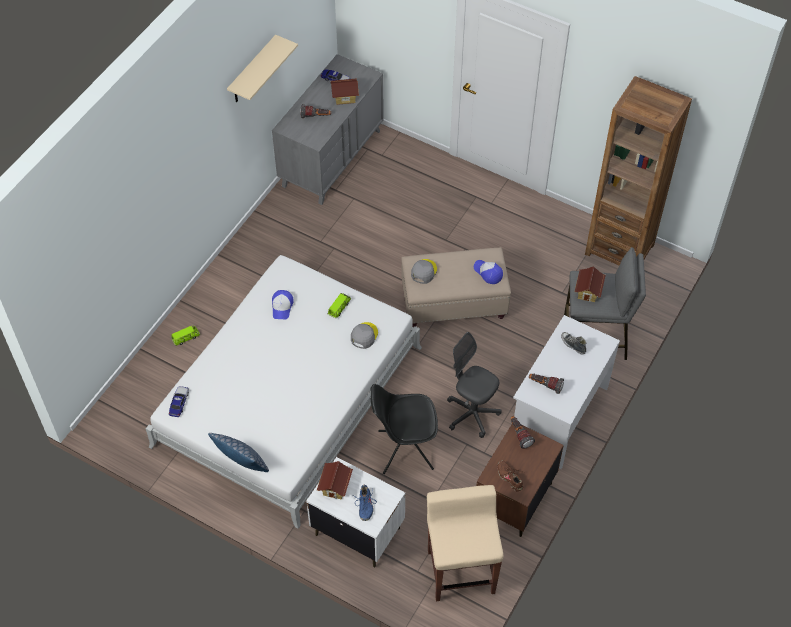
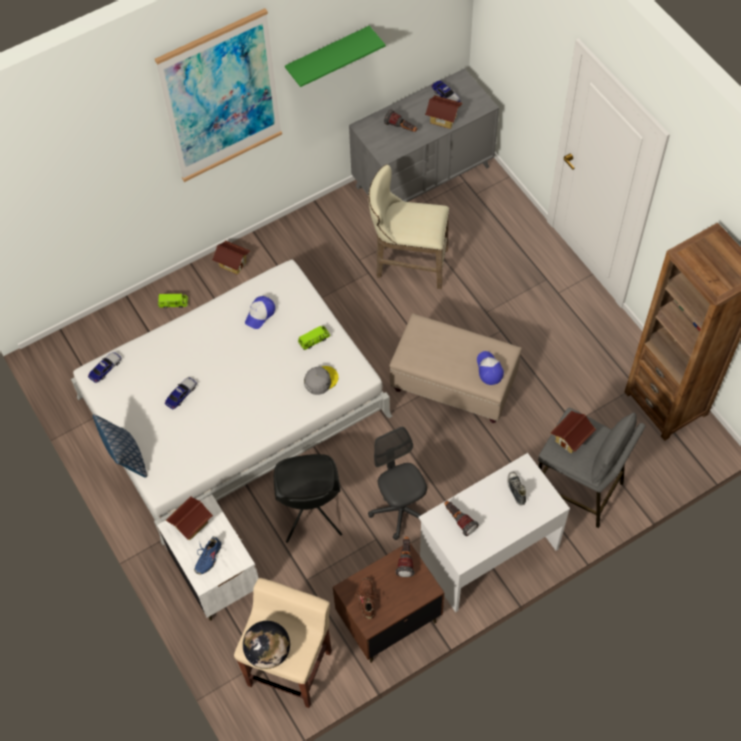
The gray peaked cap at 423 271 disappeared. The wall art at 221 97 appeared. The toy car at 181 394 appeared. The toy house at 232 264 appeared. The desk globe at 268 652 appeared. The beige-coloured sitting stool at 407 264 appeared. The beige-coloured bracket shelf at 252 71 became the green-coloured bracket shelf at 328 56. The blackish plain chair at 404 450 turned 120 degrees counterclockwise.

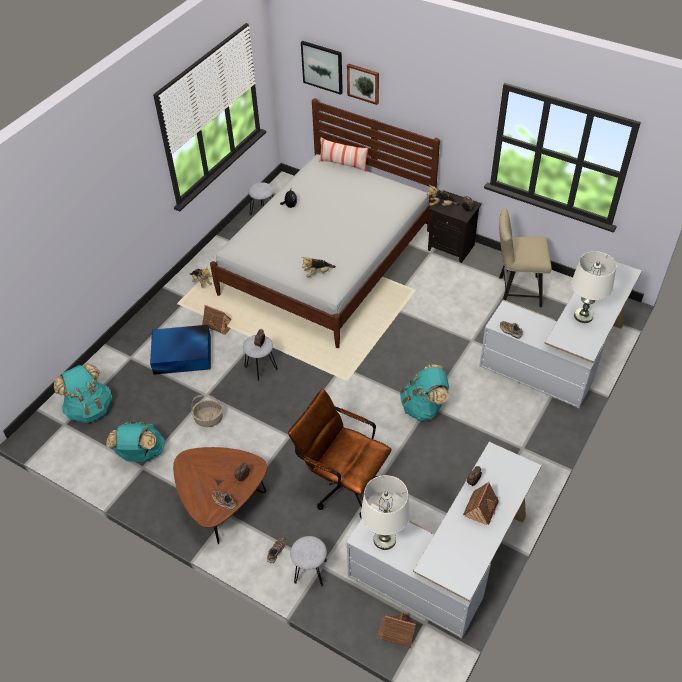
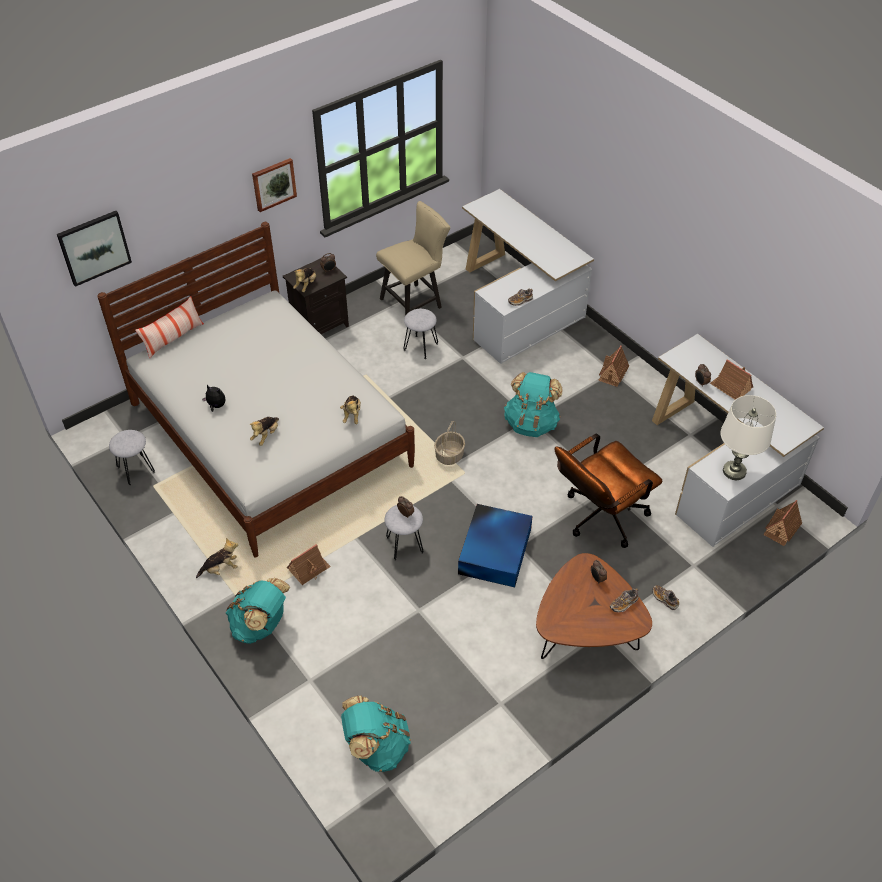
The white table lamp at 583 316 disappeared. The plush toy at 266 435 appeared. The toy house at 613 373 appeared. The turquoise-coloured backpack moved from 141 454 to 261 625. The blue storage box moved from 183 355 to 495 550. The storage basket moved from 209 419 to 449 455. The gray sitting stool moved from 310 571 to 420 347. The wall art moved from 363 83 to 273 184. The beige-coloured plain chair at 516 291 turned 150 degrees counterclockwise.

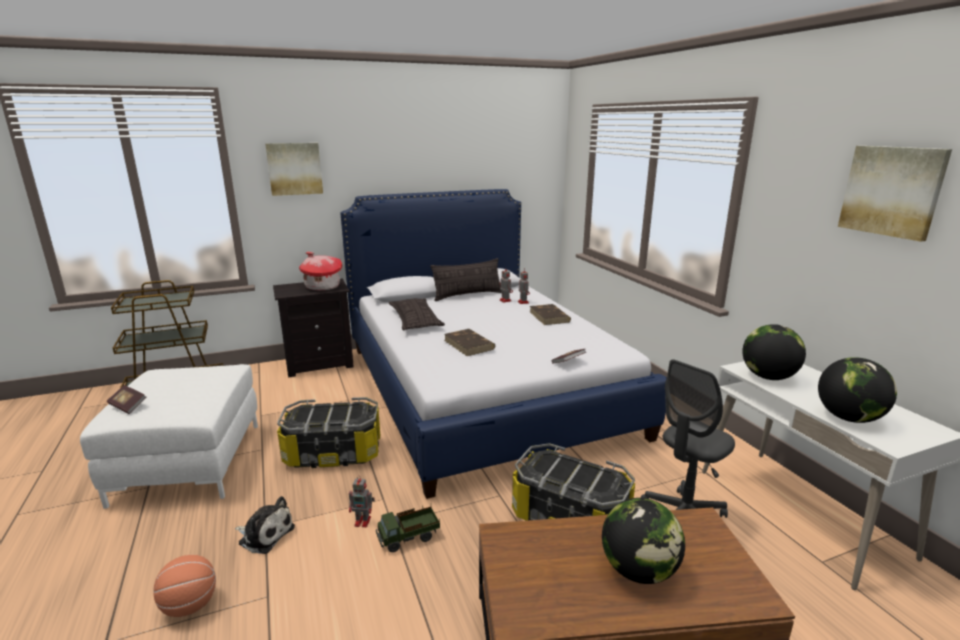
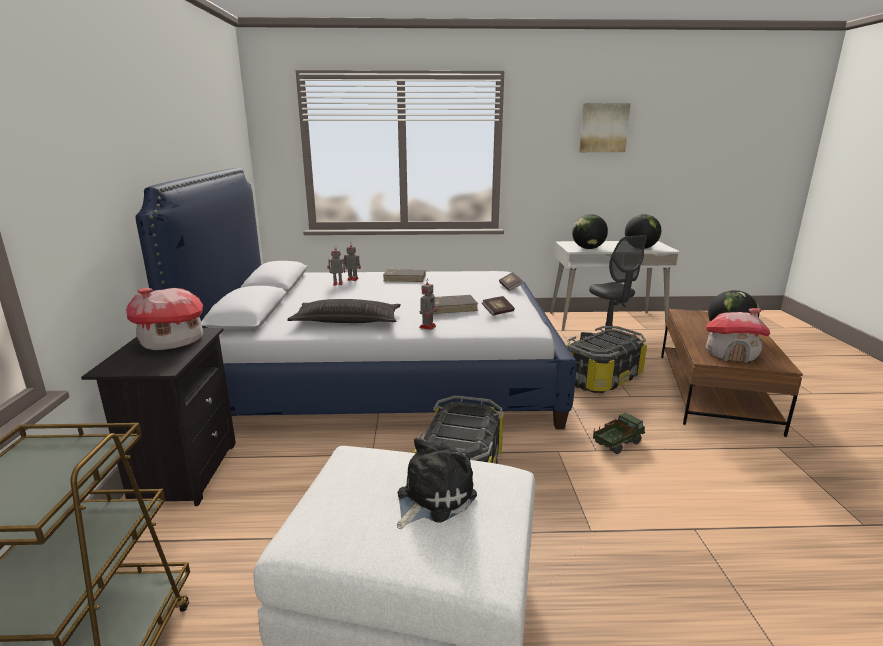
The basketball at 190 605 disappeared. The wall art at 294 169 disappeared. The cushion at 468 295 disappeared. The toy house at 731 354 appeared. The bound book moved from 128 406 to 498 312. The plush toy moved from 265 534 to 432 498. The robot figure moved from 363 521 to 428 326. The toy truck at 409 538 turned 120 degrees counterclockwise.

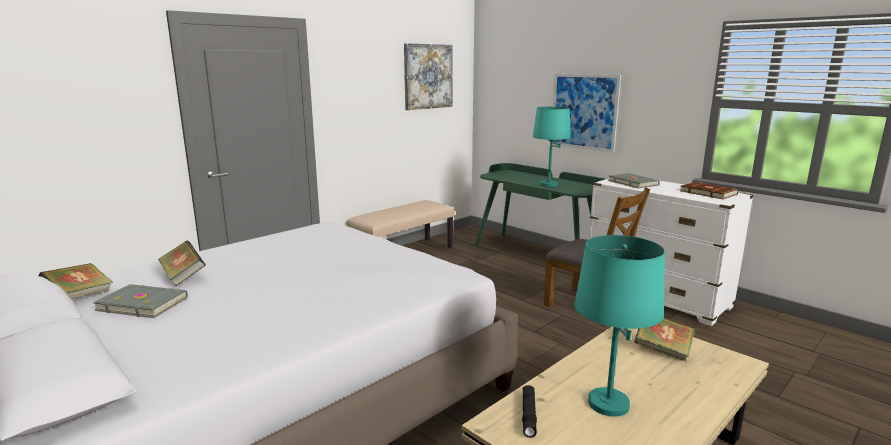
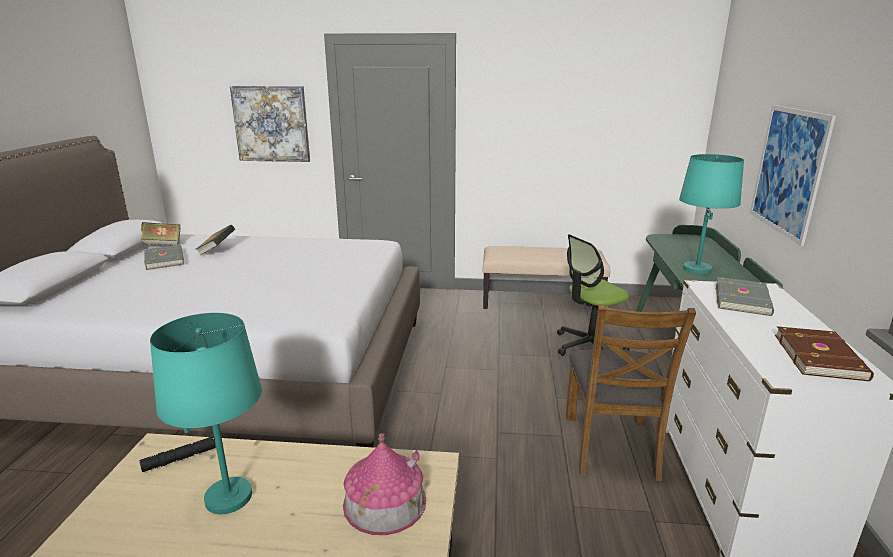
The desk chair at 589 347 appeared. The wall art moved from 428 76 to 271 124. The bound book at 662 350 was replaced by the toy house at 384 502.

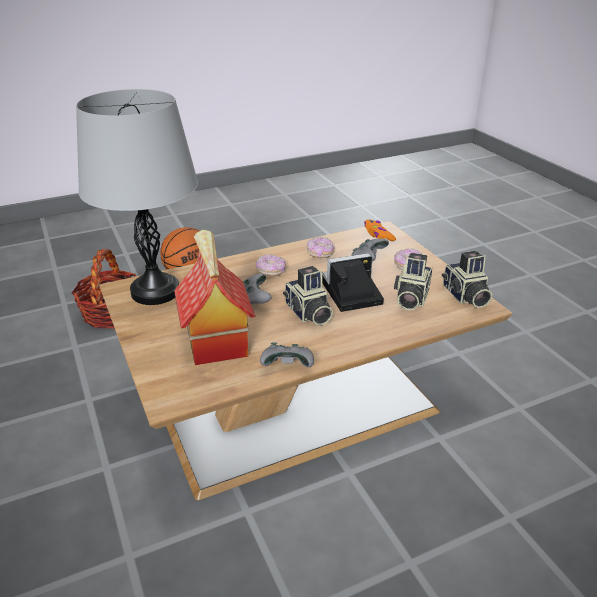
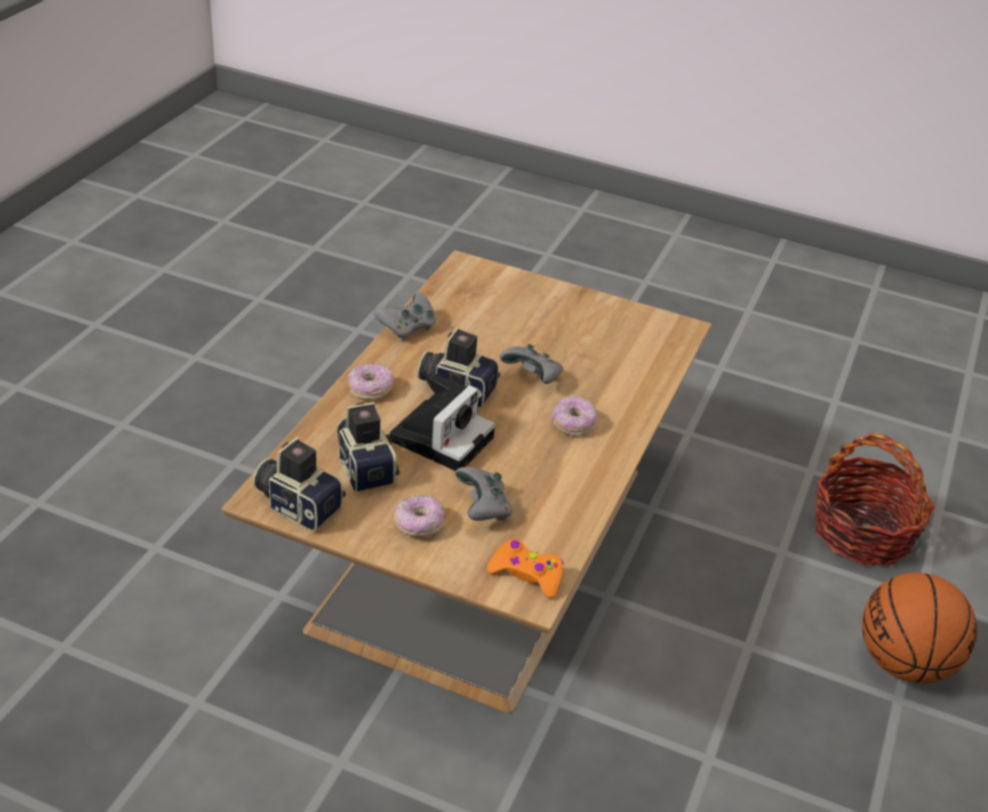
The gray table lamp at 155 291 disappeared. The toy house at 215 341 disappeared. The doughnut moved from 320 253 to 370 390.

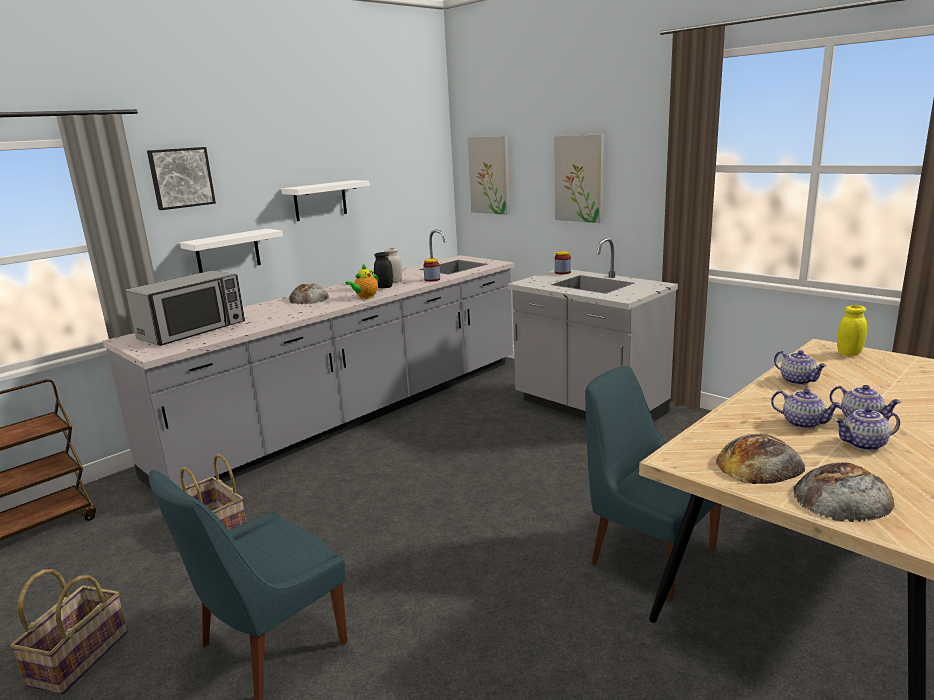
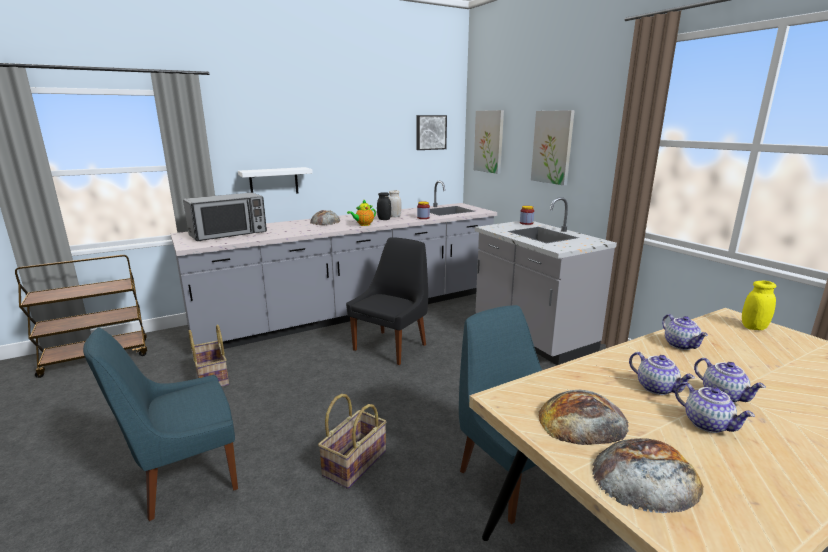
The white bracket shelf at 320 200 disappeared. The blackish plain chair at 392 346 appeared. The storage basket moved from 78 657 to 354 462. The wall art moved from 181 178 to 430 132. The tea pot at 864 445 turned 135 degrees counterclockwise.

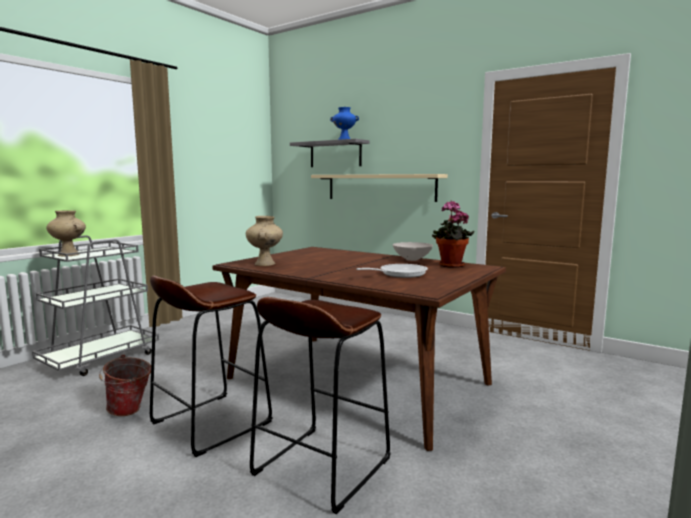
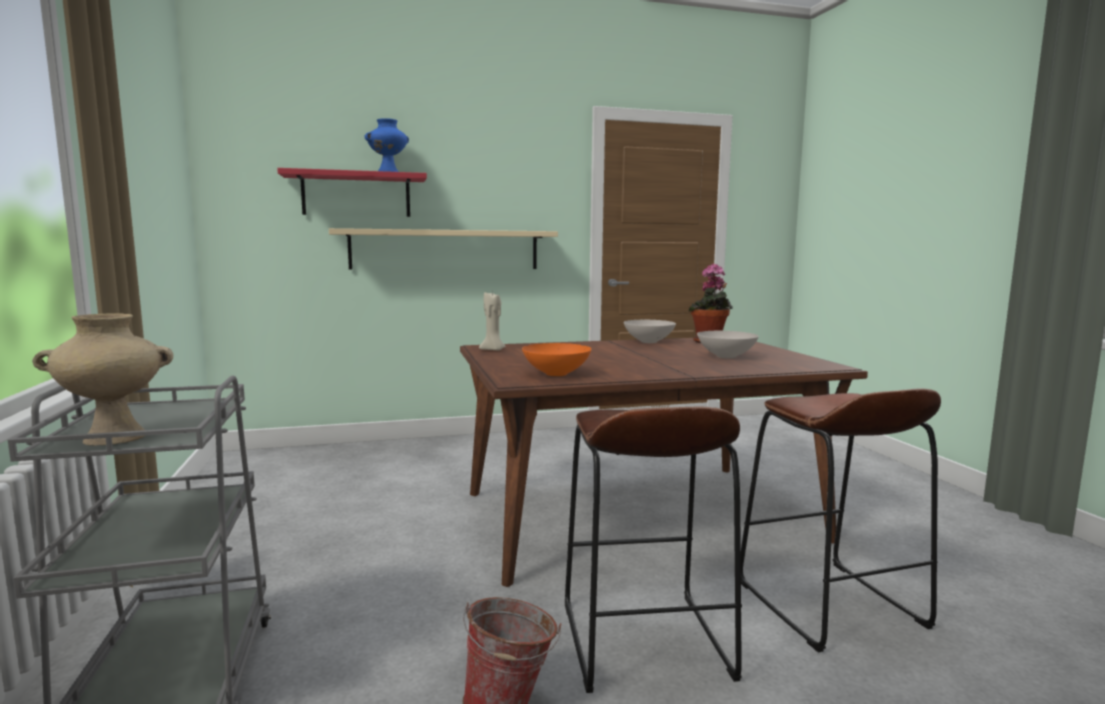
The beige-coloured wax light at 493 350 appeared. The beige-coloured vase at 265 264 was replaced by the orangey deep dish at 557 374. The frying pan at 399 274 was replaced by the white deep dish at 725 356. The gray bracket shelf at 335 154 became the red-coloured bracket shelf at 356 195.

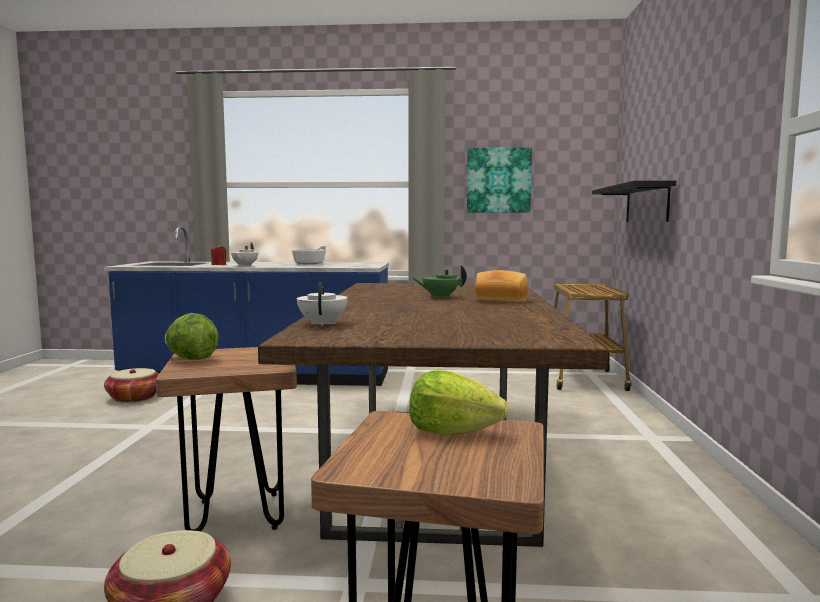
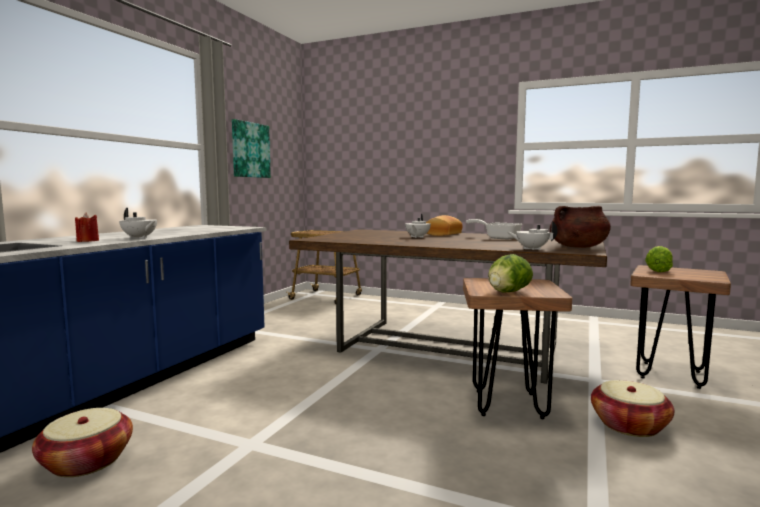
The blackish bracket shelf at 646 204 disappeared. The brown stockpot at 578 247 appeared. The frying pan moved from 311 263 to 498 238. The green-coloured tea pot at 440 297 became the white tea pot at 417 237.

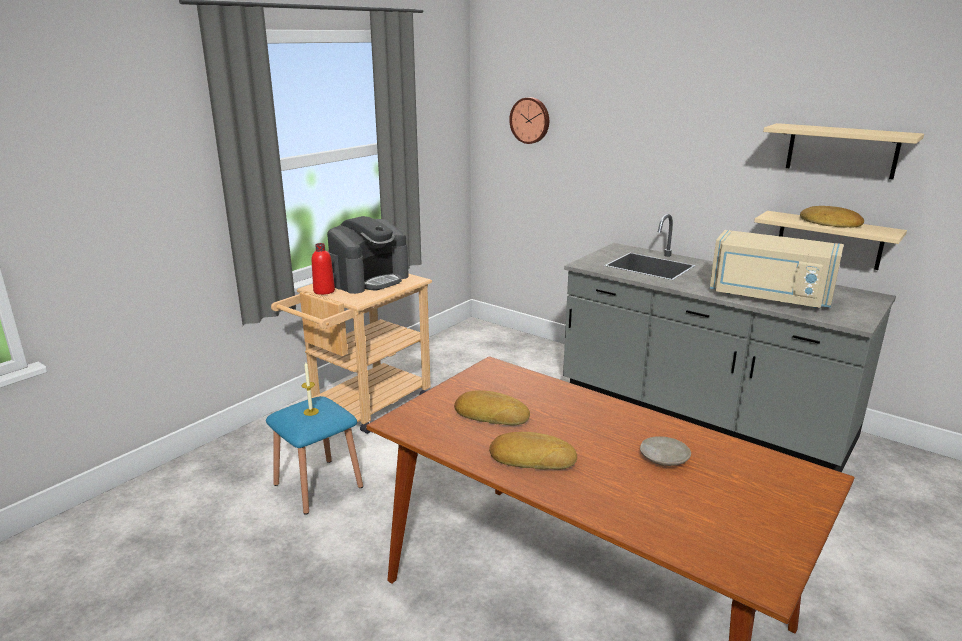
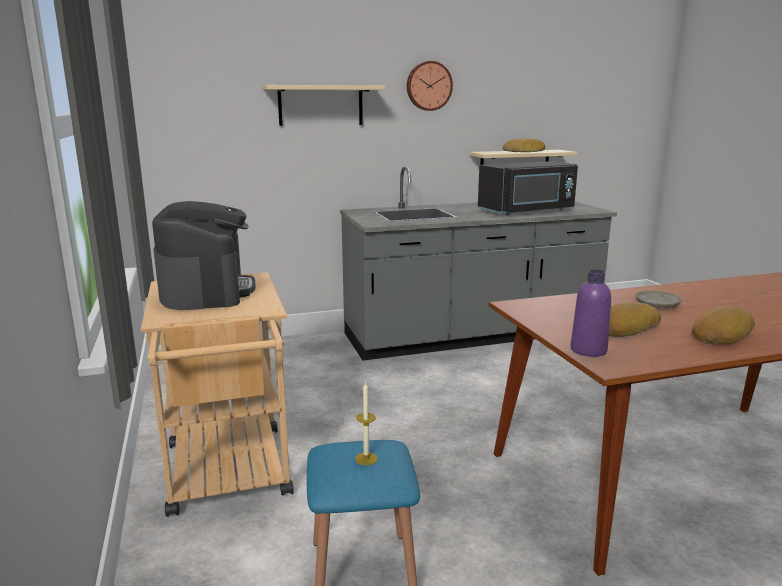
The red-coloured bottle at 324 291 disappeared. The purplish bottle at 588 350 appeared. The clock on the wall moved from 530 120 to 428 86. The beige-coloured plate moved from 663 458 to 656 305. The beige-coloured bracket shelf moved from 841 150 to 320 105. The beige-coloured kitchen microwave at 769 297 became the blackish kitchen microwave at 528 211.

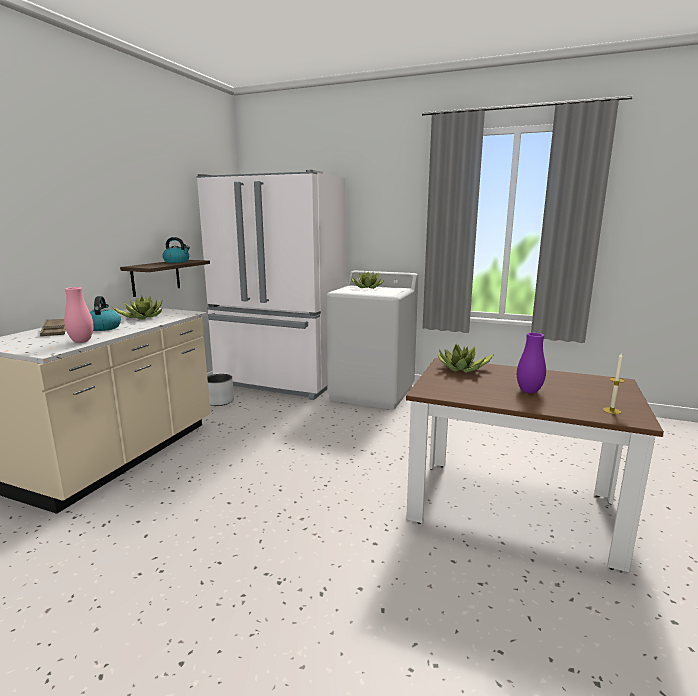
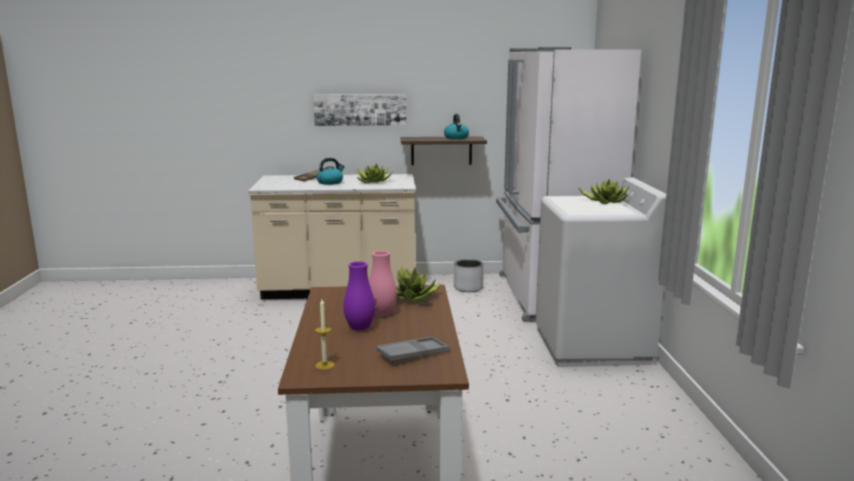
The wall art at 360 109 appeared. The gray tray at 413 354 appeared. The pinkish vase moved from 81 341 to 382 314.

